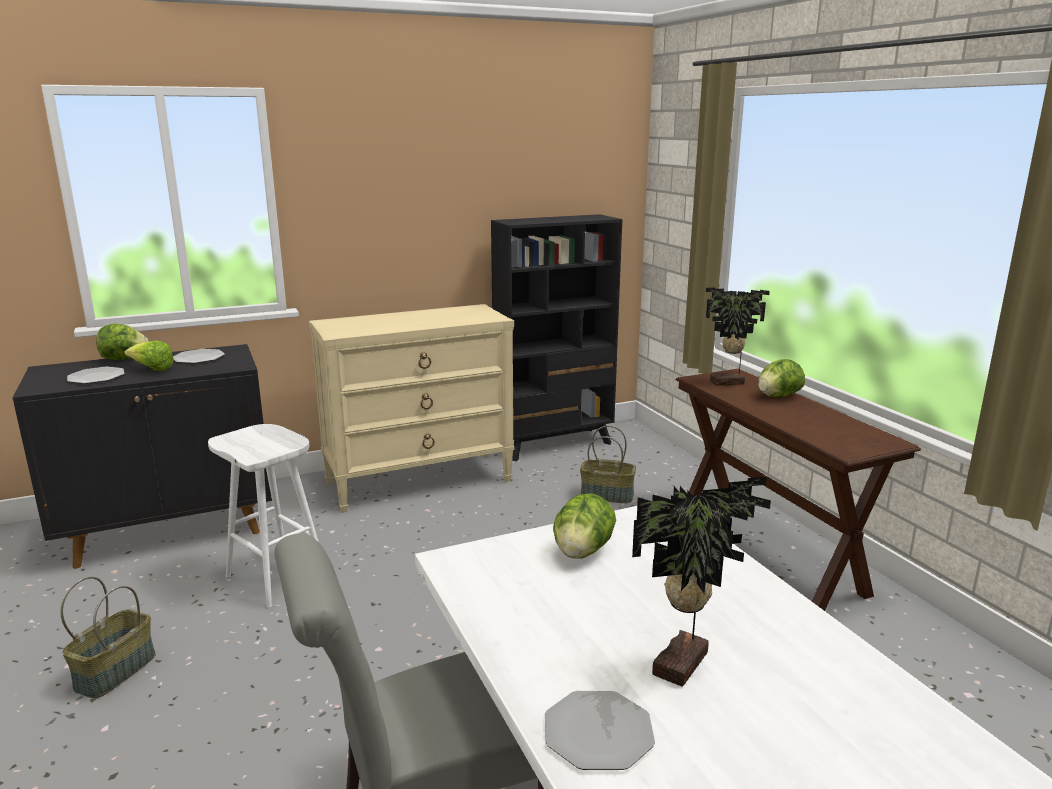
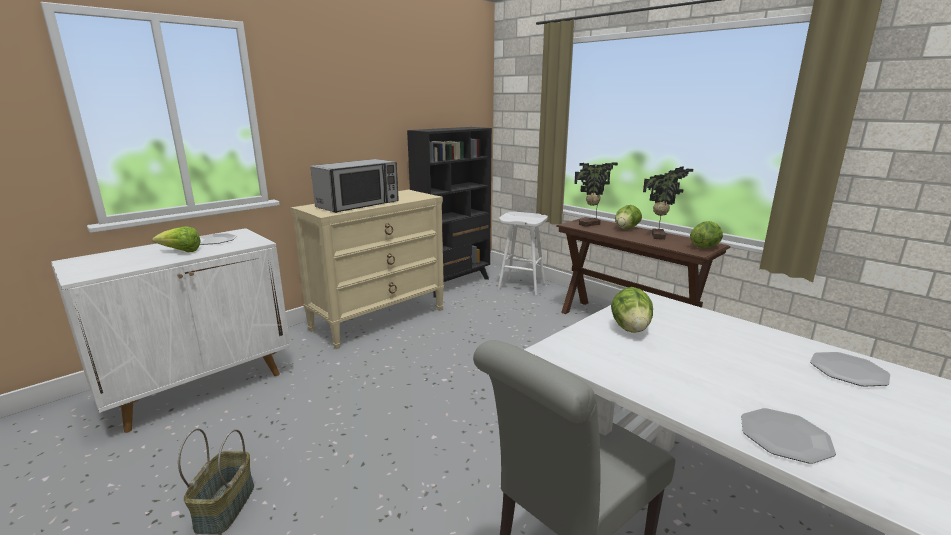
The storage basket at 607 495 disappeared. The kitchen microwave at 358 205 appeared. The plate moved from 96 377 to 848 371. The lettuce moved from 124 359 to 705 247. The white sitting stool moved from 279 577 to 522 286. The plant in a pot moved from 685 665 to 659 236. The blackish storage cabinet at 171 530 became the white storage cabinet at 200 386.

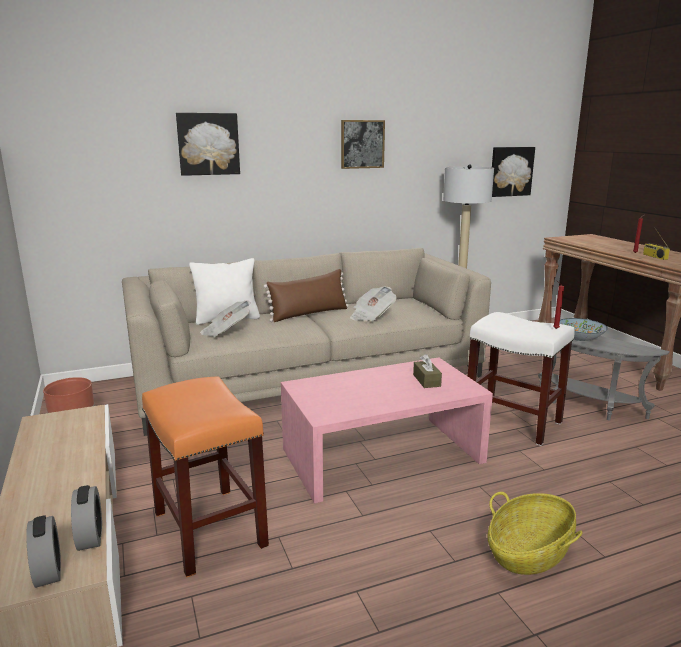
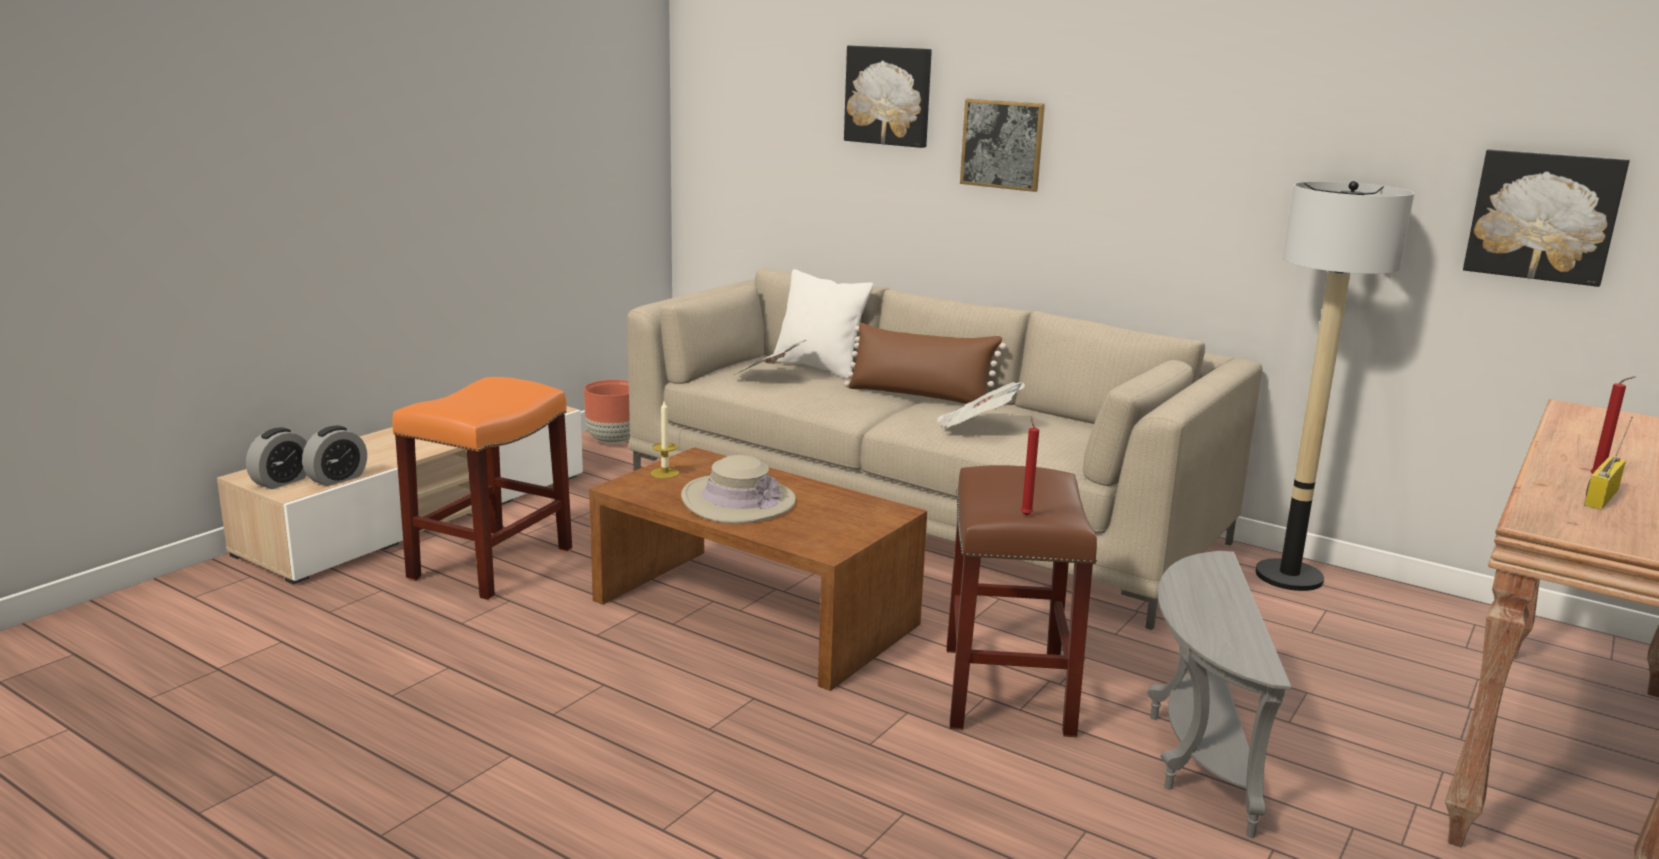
The brown tissue holder at 426 380 disappeared. The storage basket at 529 553 disappeared. The deep dish at 579 339 disappeared. The wax light at 664 473 appeared. The beige-coloured hat at 738 501 appeared. The wall art moved from 362 144 to 1002 144. The pinkish coffee table at 382 455 became the brown coffee table at 755 612. The white sitting stool at 514 421 became the brown sitting stool at 1008 691.

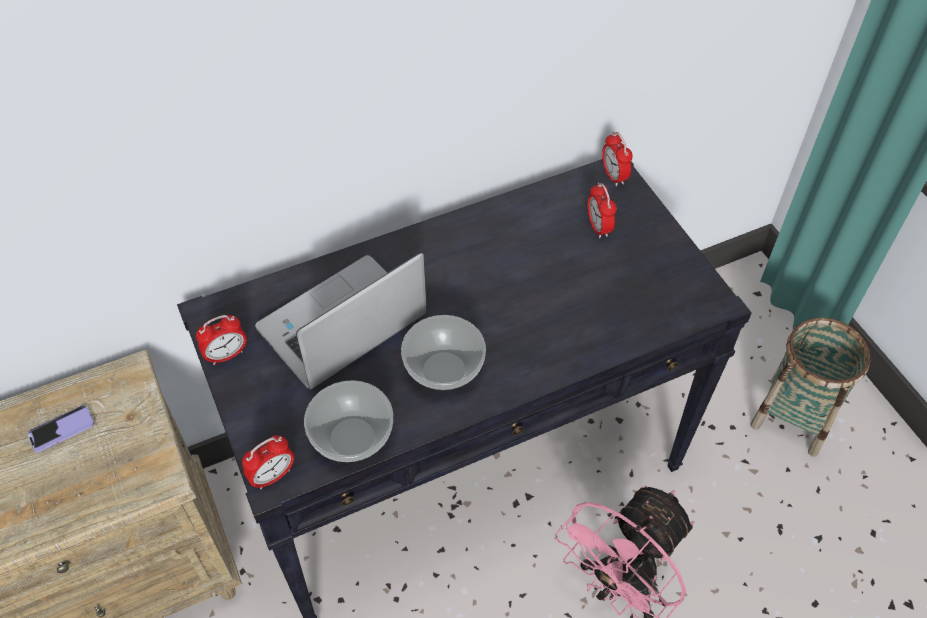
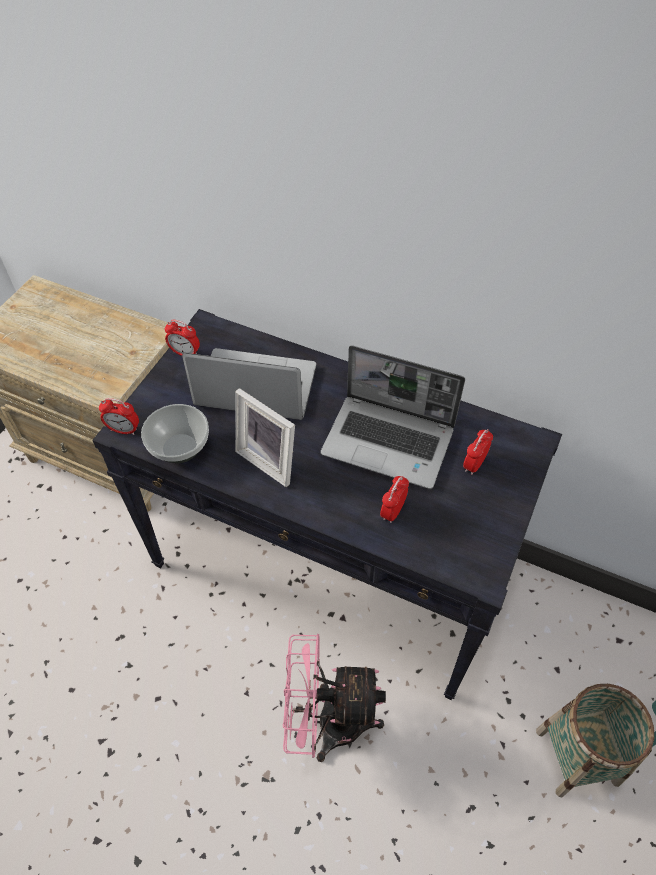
The phone at 61 430 disappeared. The notebook computer at 390 442 appeared. The alarm clock moved from 613 176 to 392 511. The deep dish at 444 370 was replaced by the picture frame at 270 459.

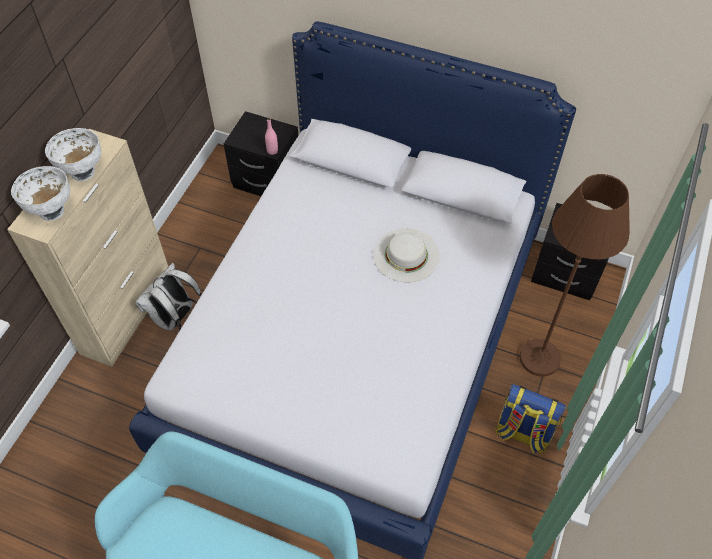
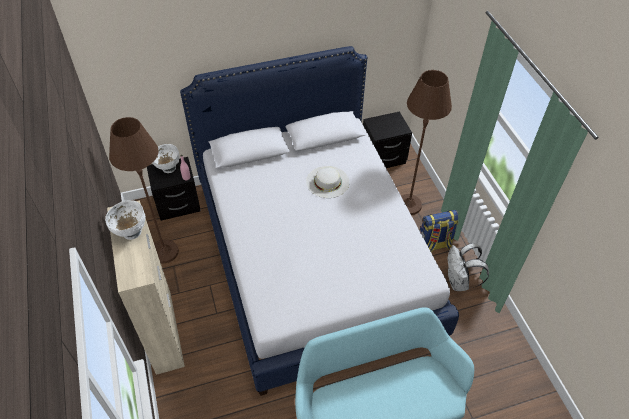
The brown standing lamp at 165 252 appeared. The white deep dish moved from 51 210 to 168 168. The white backpack moved from 175 318 to 459 282.

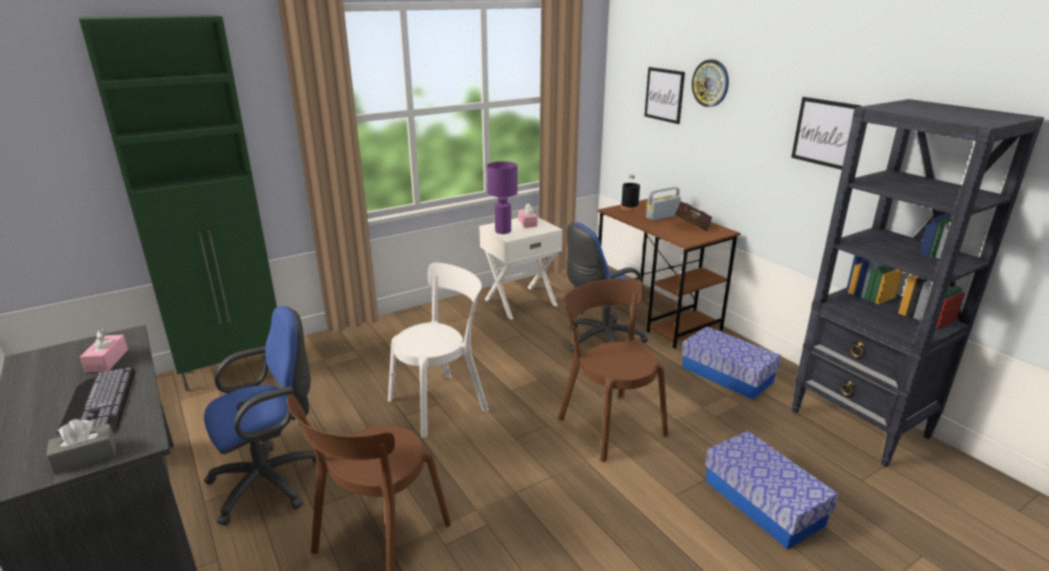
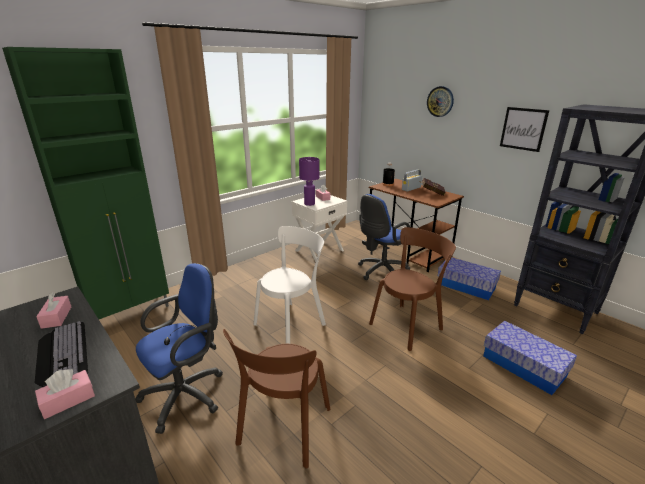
The wall art at 664 95 disappeared. The gray tissue holder at 85 457 became the pinkish tissue holder at 68 400. The brown plain chair at 609 423 turned 90 degrees clockwise.

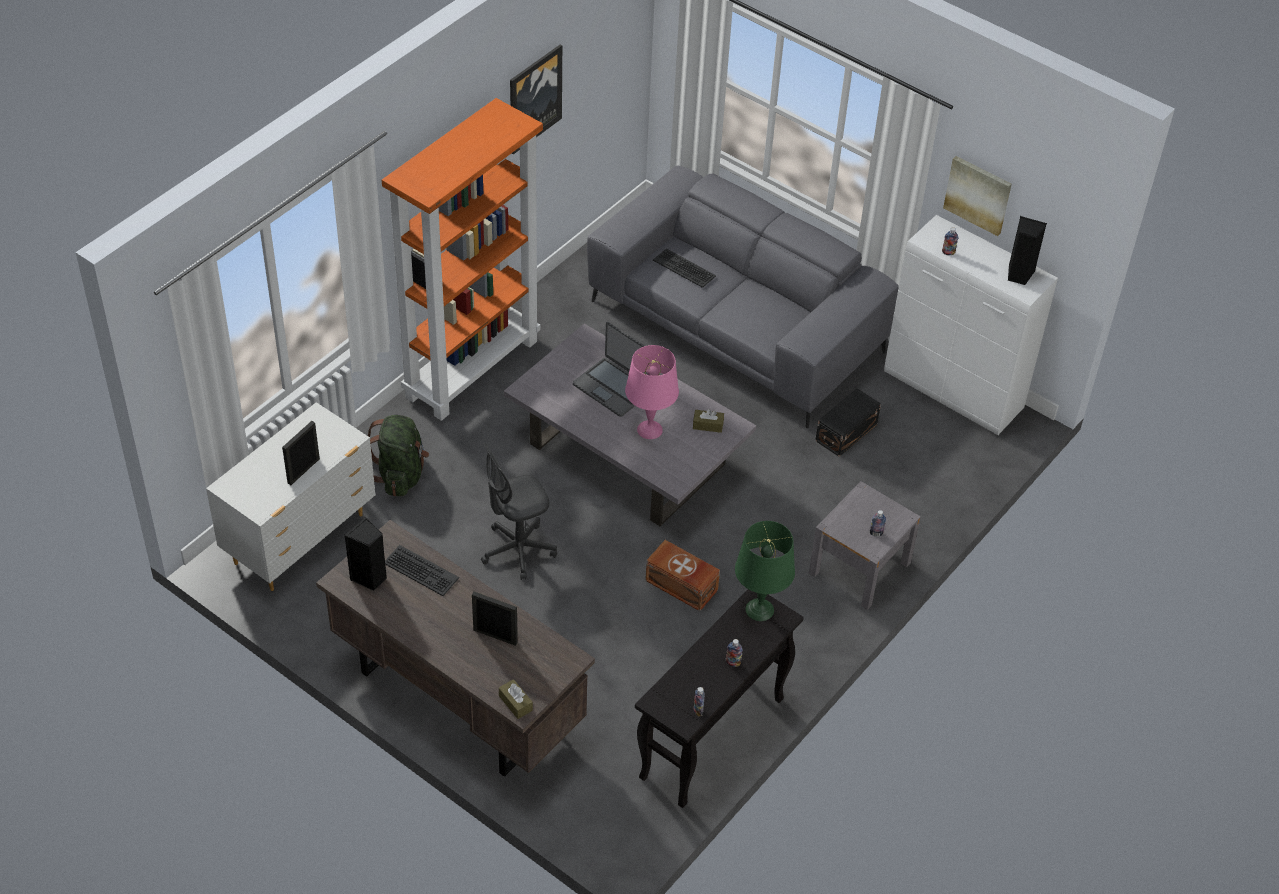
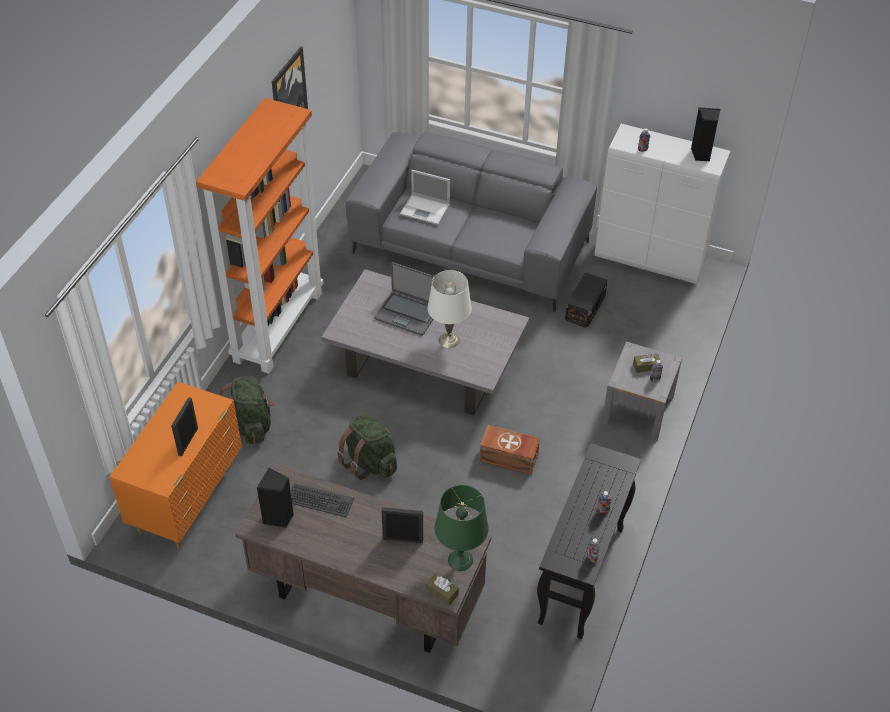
The wall art at 978 194 disappeared. The brown tissue holder moved from 708 425 to 646 366. The green-coloured table lamp moved from 759 609 to 460 560. The gray desk chair at 518 550 was replaced by the green-coloured backpack at 369 462. The computer keyboard at 684 268 was replaced by the notebook computer at 426 209. The white dresser at 301 539 became the orangey dresser at 188 498. The pinkish table lamp at 650 429 became the white table lamp at 449 340.

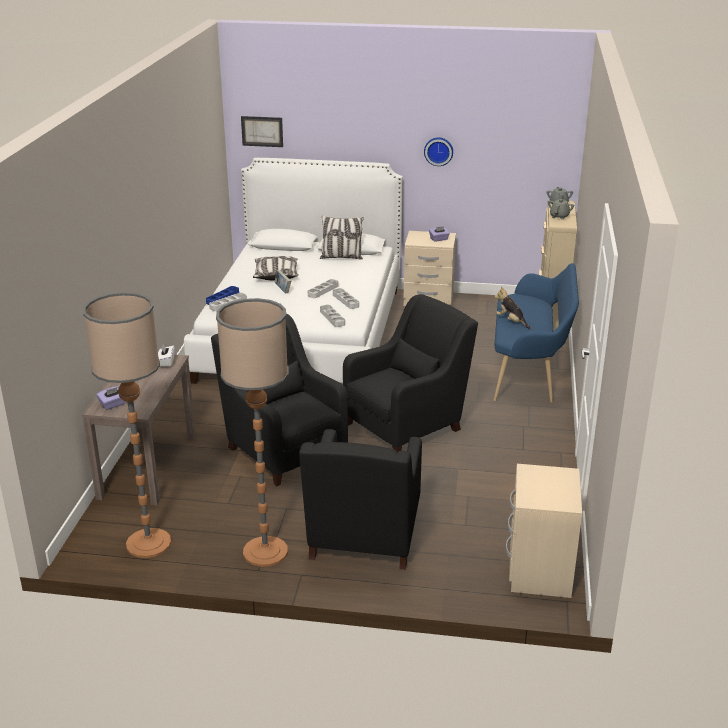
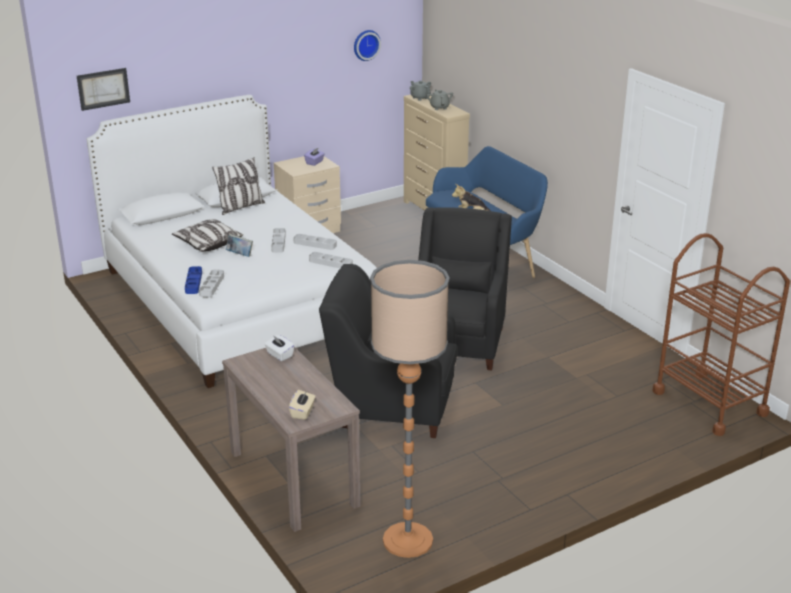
The standing lamp at 265 552 disappeared. The blackish lounge chair at 363 536 disappeared. The clock on the wall moved from 438 151 to 365 44. The beige-coloured night table at 538 570 was replaced by the brown wheeled cart at 709 403. The purplish tissue holder at 113 404 became the beige-coloured tissue holder at 303 412.

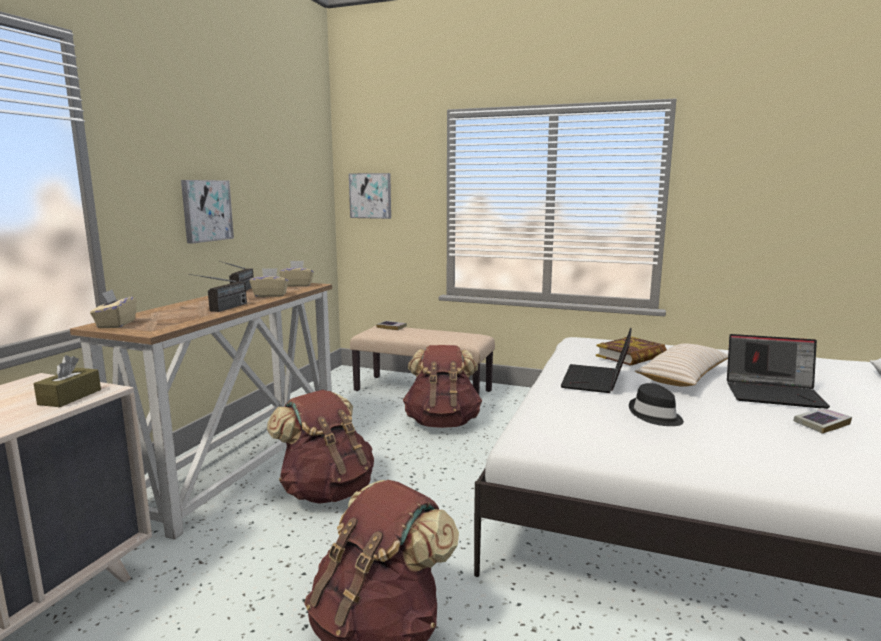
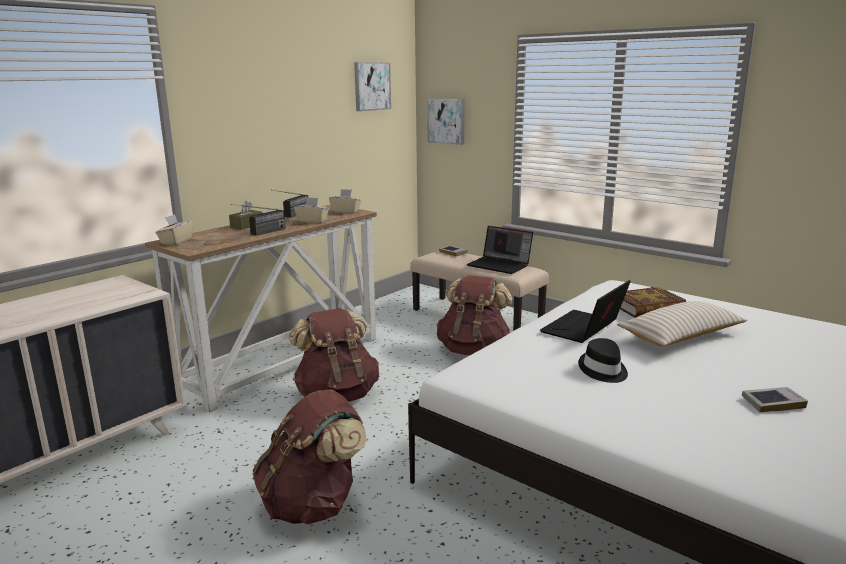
The brown tissue holder moved from 70 397 to 246 226. The wall art moved from 206 210 to 371 86. The notebook computer moved from 774 394 to 500 265.

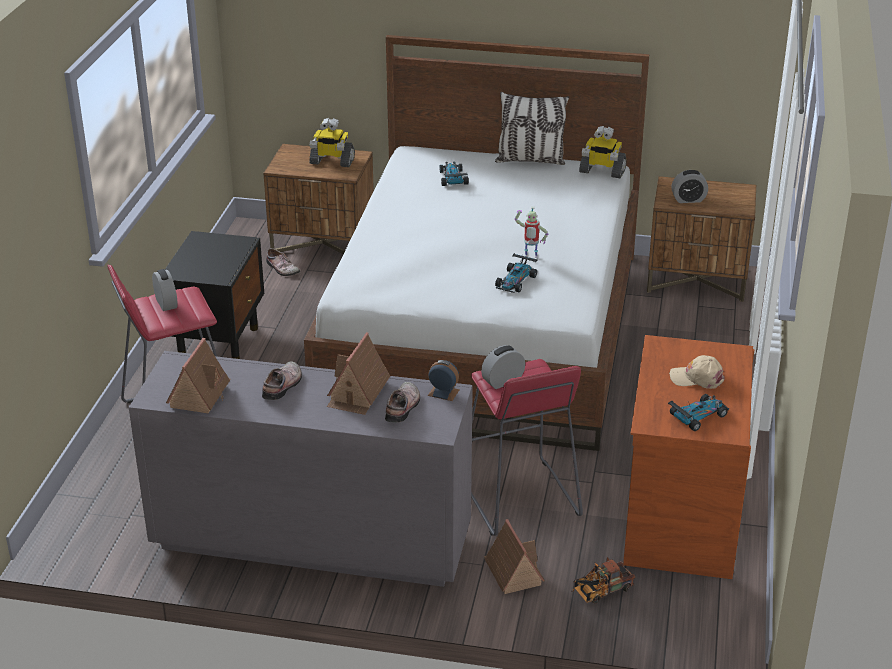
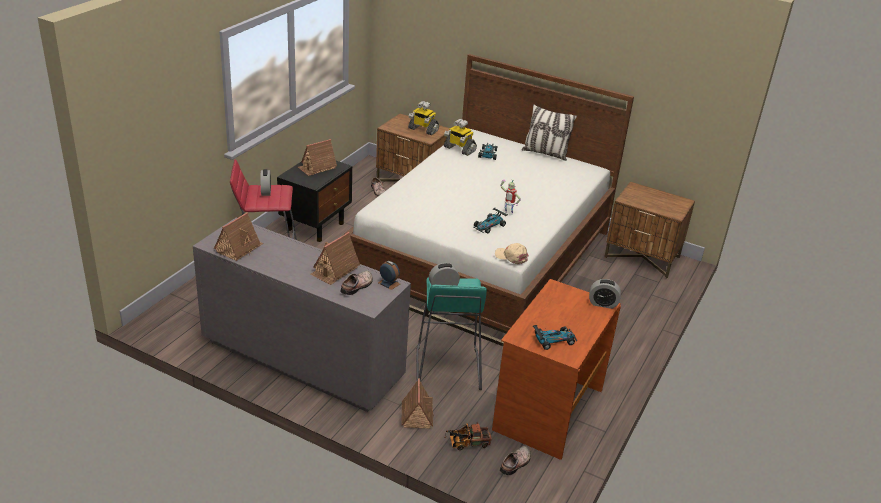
The toy house at 317 167 appeared. The low shoe moved from 283 386 to 516 464. The robot figure moved from 602 171 to 459 149. The beige-coloured peaked cap moved from 697 378 to 511 256. The alarm clock moved from 688 199 to 603 304. The red-coloured sitting stool at 519 498 became the turquoise-coloured sitting stool at 447 368.

